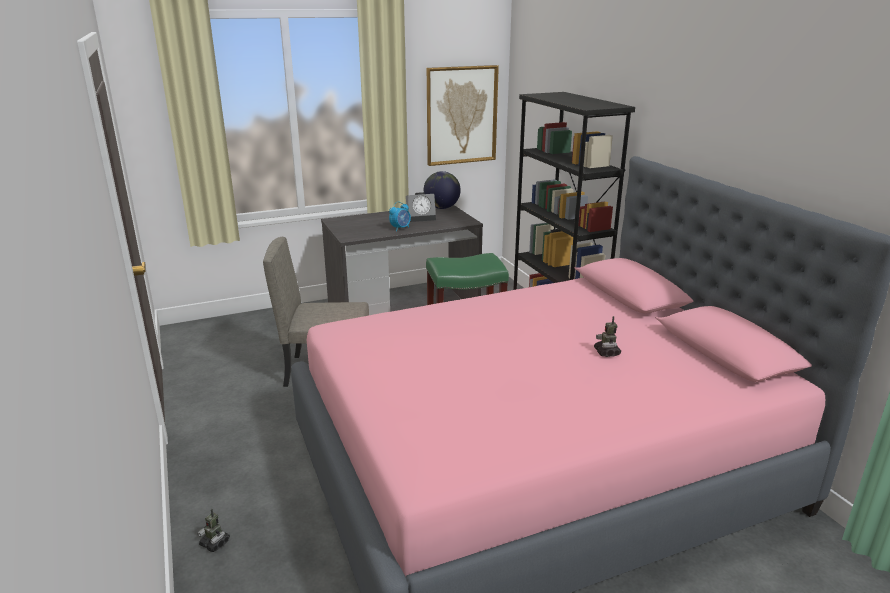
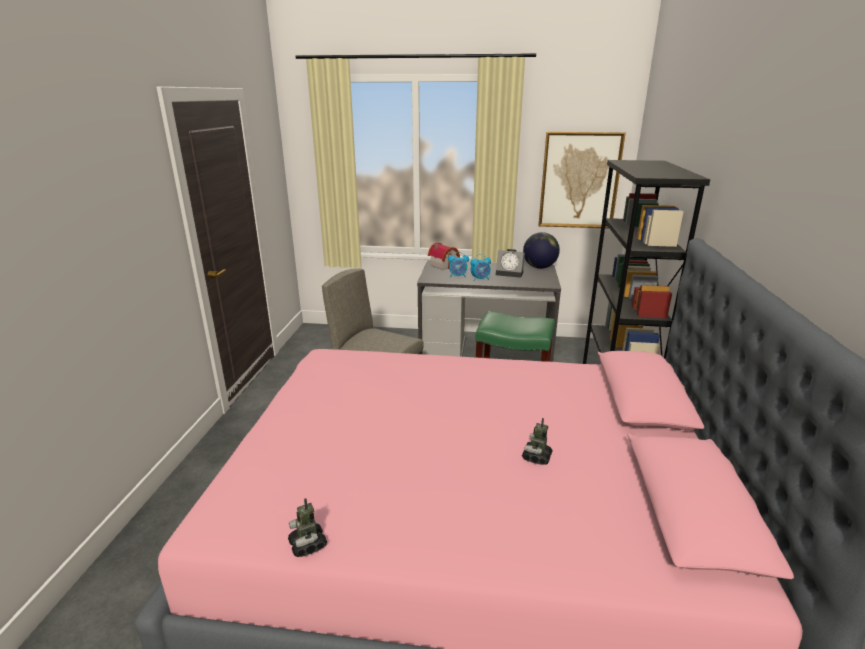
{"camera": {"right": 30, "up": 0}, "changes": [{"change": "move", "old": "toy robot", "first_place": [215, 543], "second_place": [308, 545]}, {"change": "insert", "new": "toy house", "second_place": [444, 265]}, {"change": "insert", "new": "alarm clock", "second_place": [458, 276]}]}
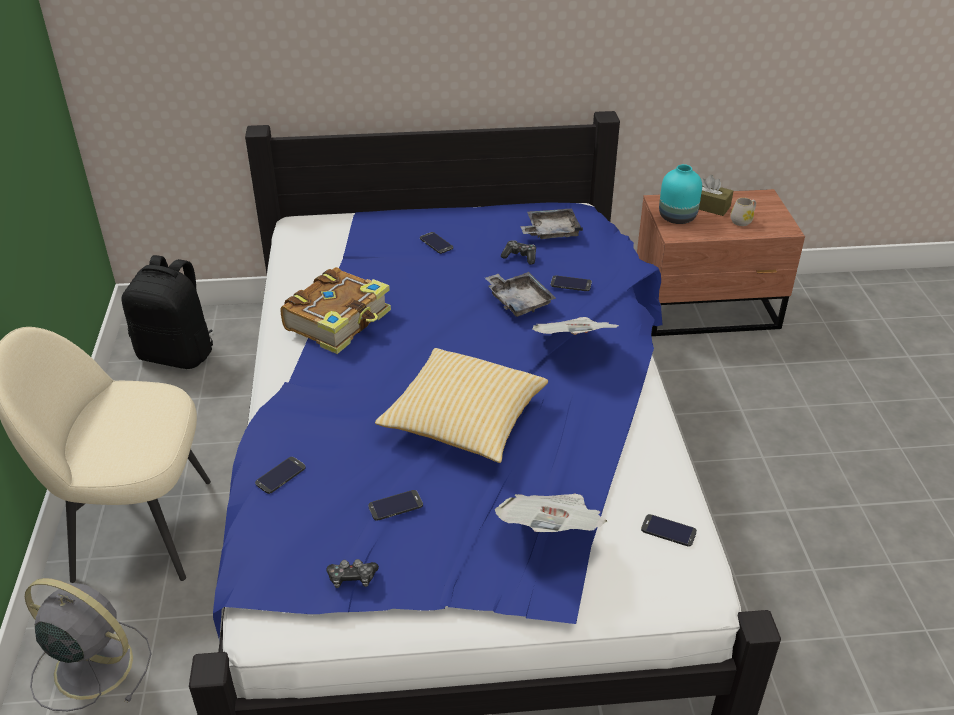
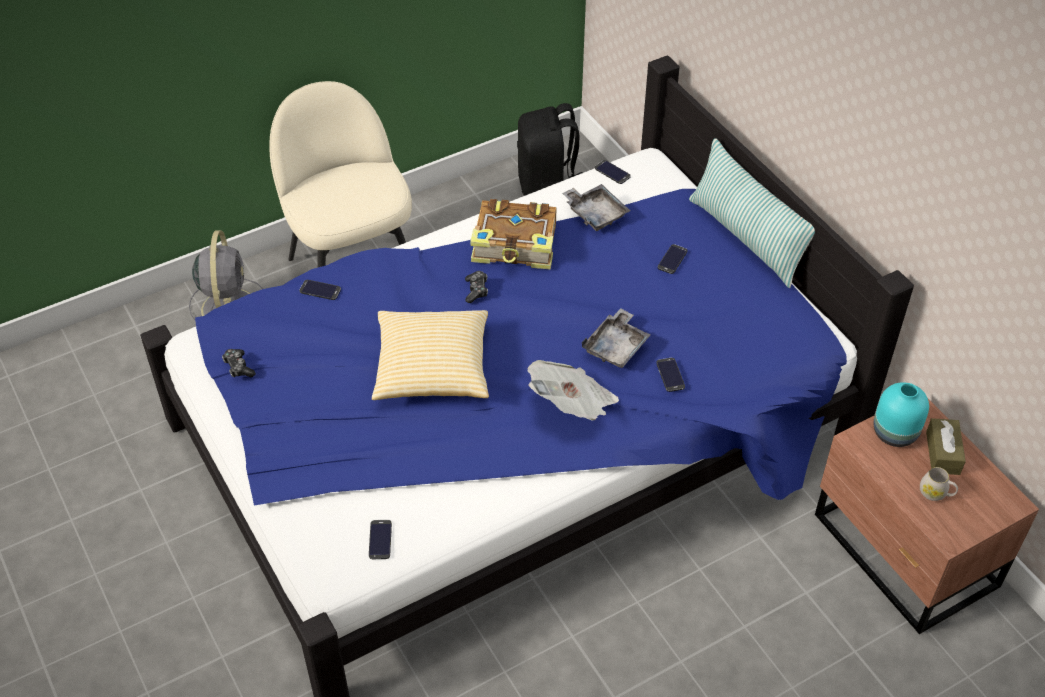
{"camera": {"right": 65, "up": 10}, "changes": [{"change": "move", "old": "phone", "first_place": [395, 505], "second_place": [612, 172]}, {"change": "delete", "old": "newspaper", "first_place": [551, 531]}, {"change": "move", "old": "game controller", "first_place": [520, 257], "second_place": [476, 290]}, {"change": "move", "old": "tray (grey)", "first_place": [551, 232], "second_place": [595, 213]}, {"change": "insert", "new": "pillow", "second_place": [746, 238]}]}
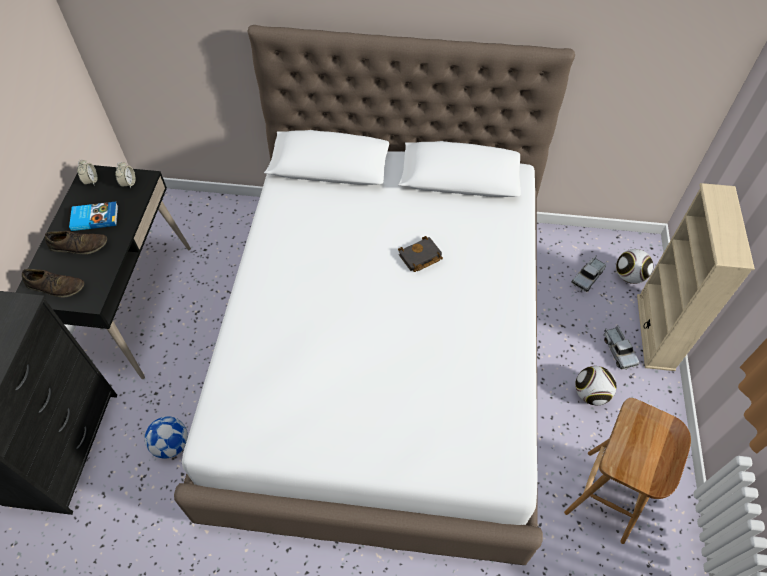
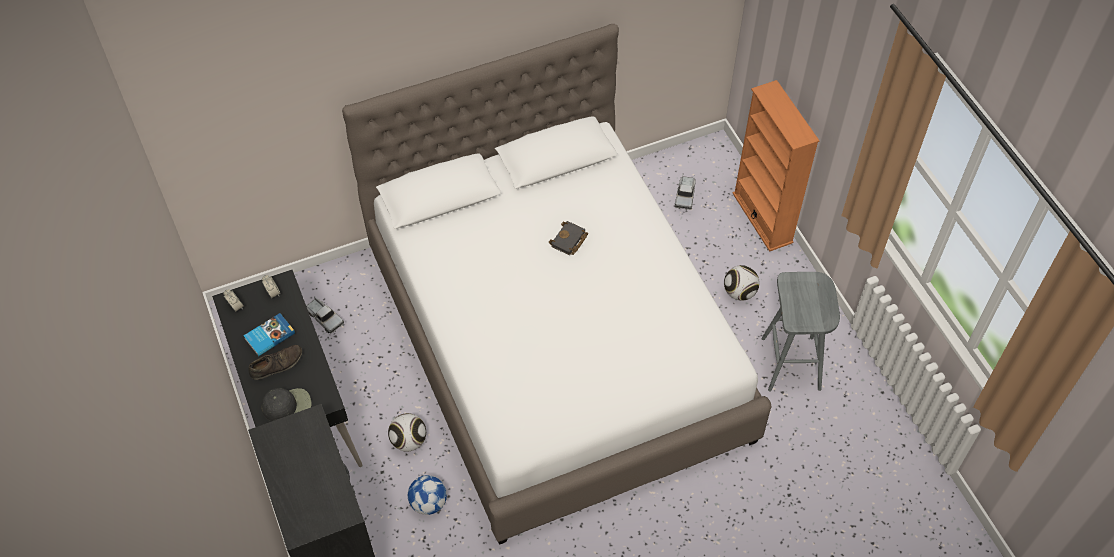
{"camera": {"right": -30, "up": 0}, "changes": [{"change": "replace", "old": "shoe (brown)", "new": "cap (black)", "first_place": [56, 286], "second_place": [287, 405]}, {"change": "recolor", "old": "stool (brown)", "new": "stool (grey)", "first_place": [606, 497], "second_place": [791, 364]}, {"change": "move", "old": "toy truck", "first_place": [618, 350], "second_place": [324, 318]}, {"change": "move", "old": "football", "first_place": [629, 276], "second_place": [409, 440]}, {"change": "recolor", "old": "bookcase (beige)", "new": "bookcase (orange)", "first_place": [655, 332], "second_place": [762, 218]}]}
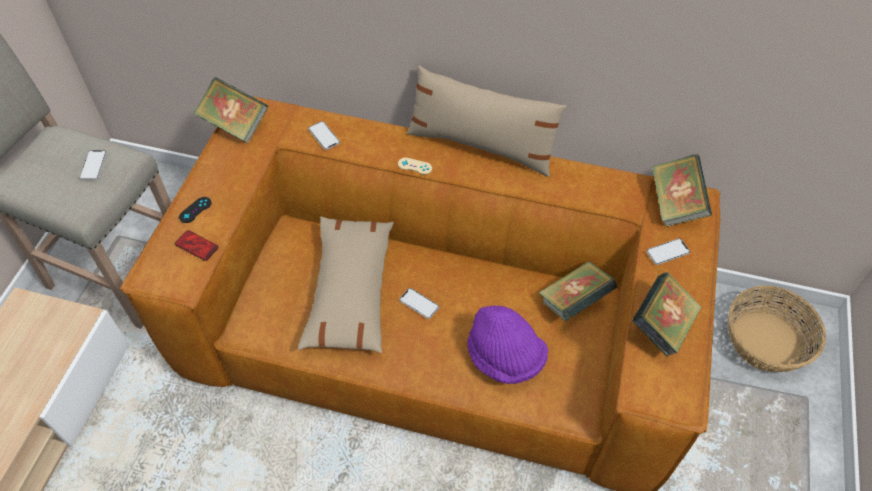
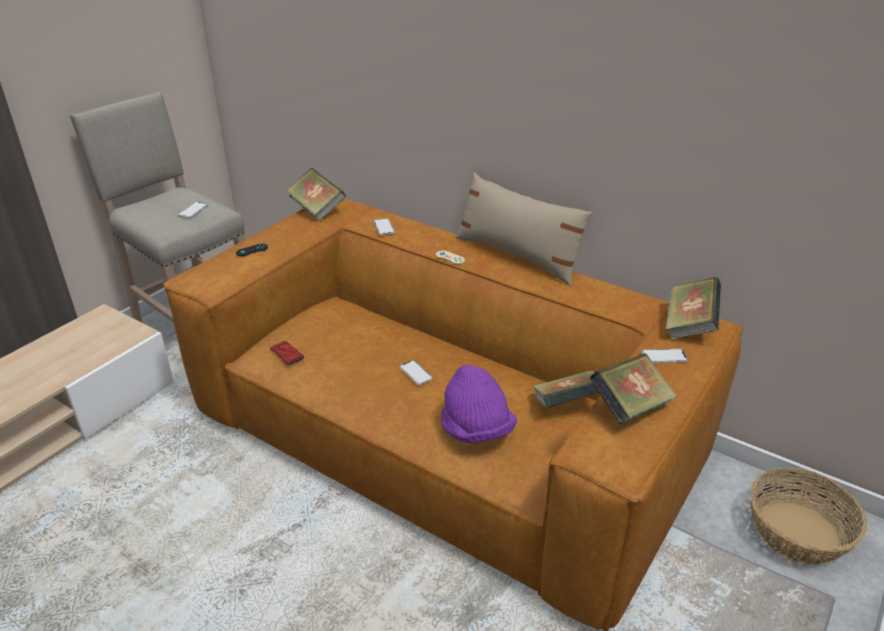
{"camera": {"right": 20, "up": -20}, "changes": [{"change": "move", "old": "phone", "first_place": [197, 246], "second_place": [287, 353]}, {"change": "delete", "old": "pillow (beige)", "first_place": [350, 291]}]}
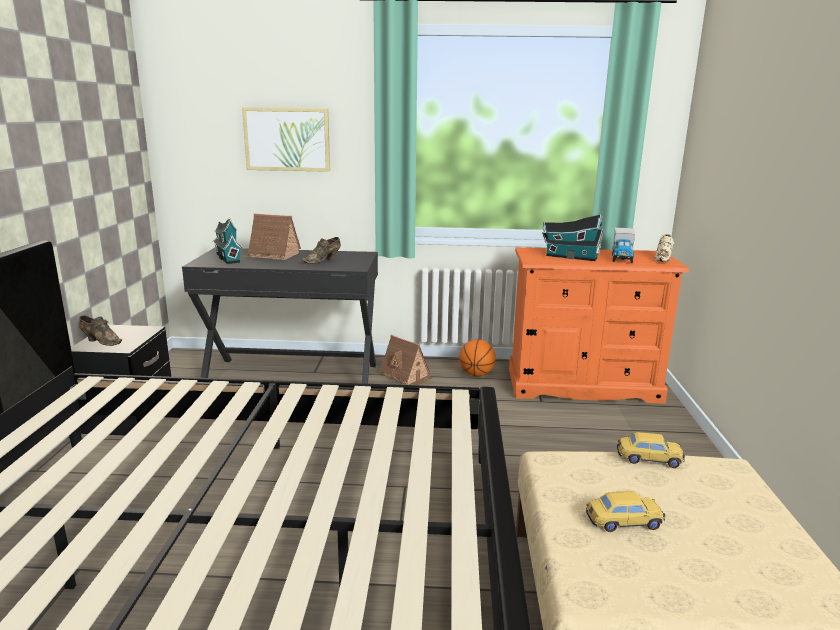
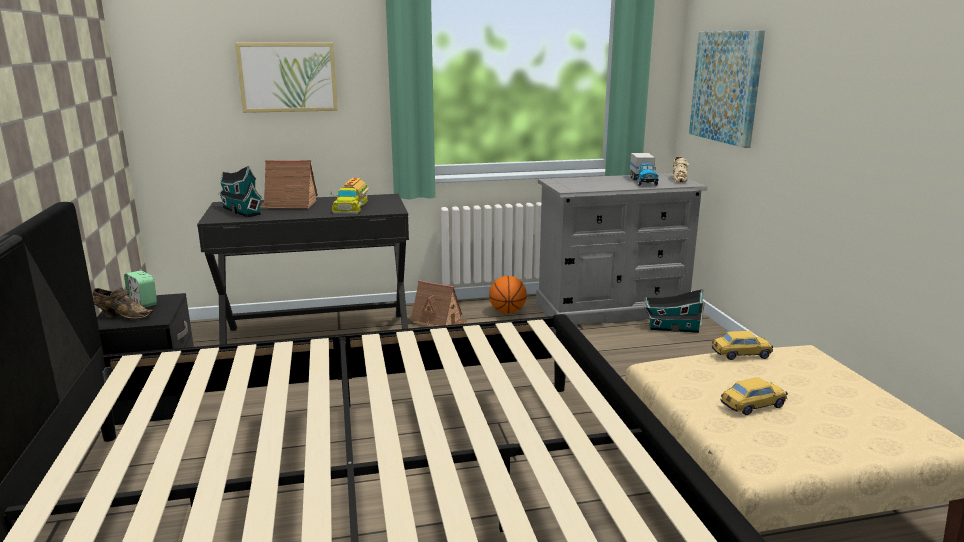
{"camera": {"right": -15, "up": 0}, "changes": [{"change": "replace", "old": "shoe (brown)", "new": "toy truck", "first_place": [323, 261], "second_place": [351, 206]}, {"change": "recolor", "old": "dresser (orange)", "new": "dresser (grey)", "first_place": [583, 385], "second_place": [612, 310]}, {"change": "move", "old": "toy house", "first_place": [569, 257], "second_place": [671, 328]}, {"change": "insert", "new": "alarm clock", "second_place": [143, 304]}, {"change": "insert", "new": "picture", "second_place": [726, 86]}]}
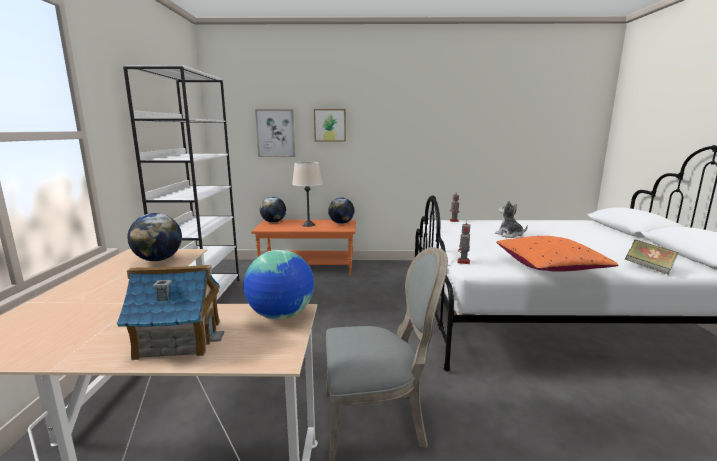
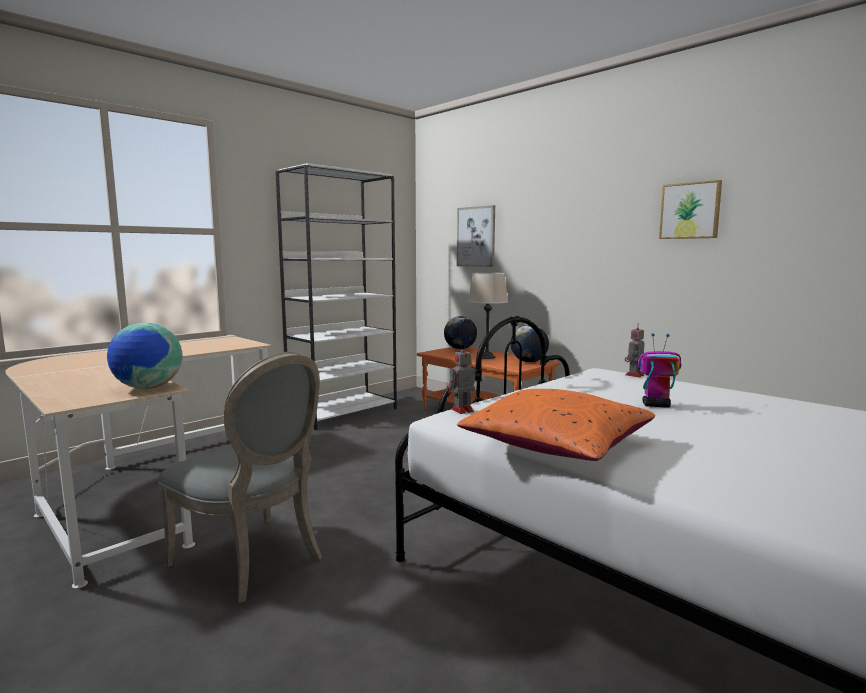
{"camera": {"right": 45, "up": -5}, "changes": [{"change": "delete", "old": "toy house", "first_place": [178, 339]}, {"change": "delete", "old": "globe", "first_place": [158, 260]}, {"change": "move", "old": "picture", "first_place": [330, 125], "second_place": [690, 211]}, {"change": "replace", "old": "plush toy", "new": "toy robot", "first_place": [509, 235], "second_place": [655, 405]}, {"change": "delete", "old": "book", "first_place": [648, 268]}]}
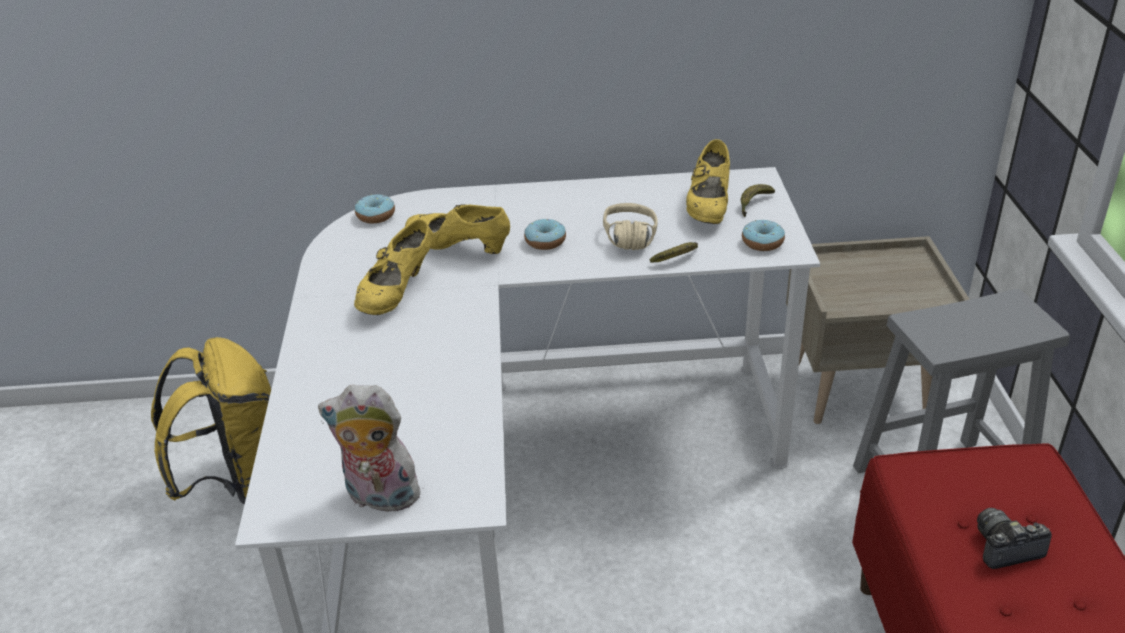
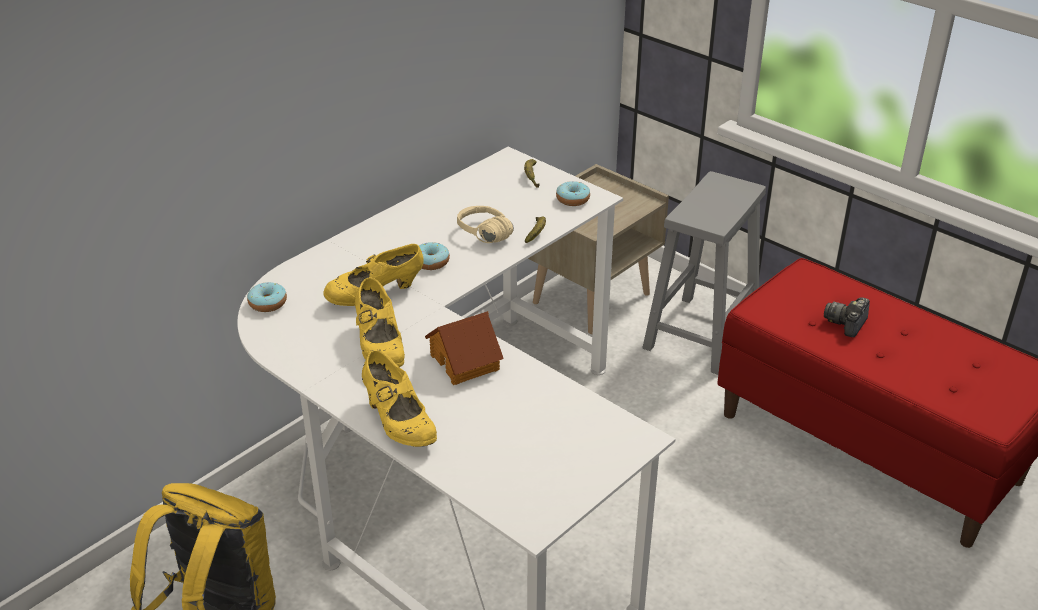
{"camera": {"right": -45, "up": 0}, "changes": [{"change": "delete", "old": "plush toy", "first_place": [379, 498]}, {"change": "move", "old": "shoe (yellow)", "first_place": [708, 208], "second_place": [399, 424]}, {"change": "insert", "new": "toy house", "second_place": [465, 362]}]}
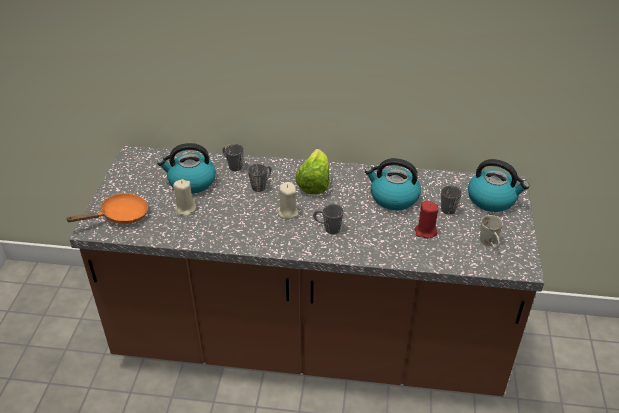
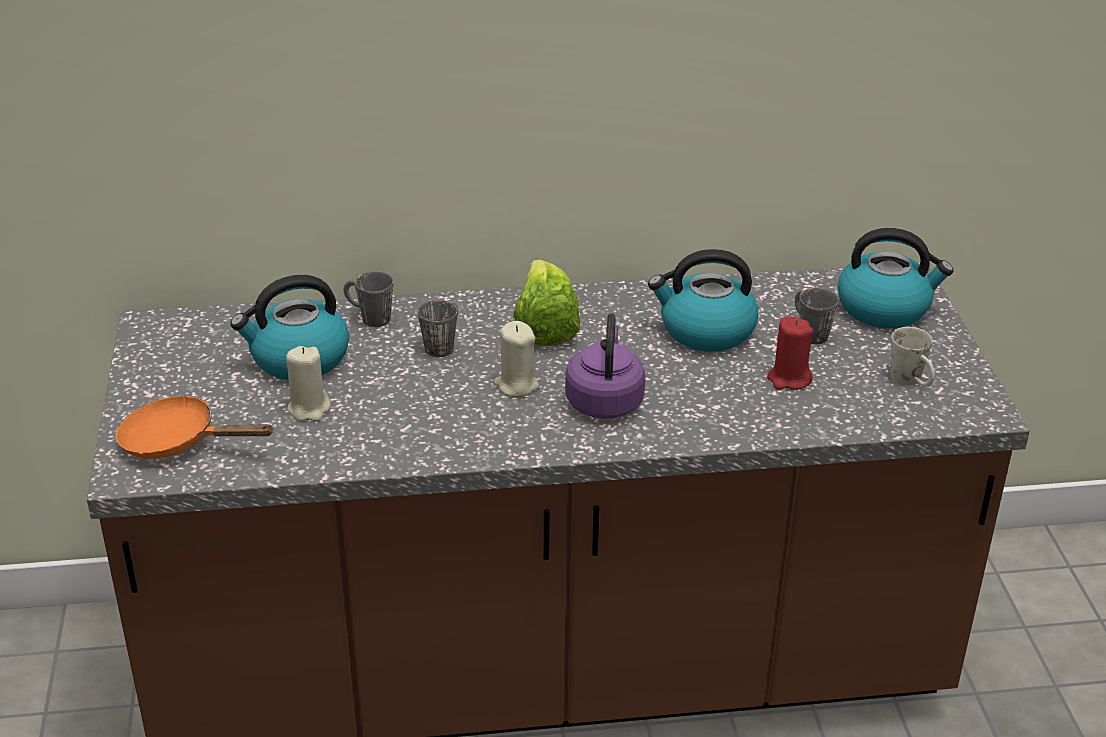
{"camera": {"right": -15, "up": -5}, "changes": [{"change": "rotate", "old": "frying pan (orange)", "first_place": [120, 216], "second_place": [178, 441], "degrees": -120}, {"change": "replace", "old": "mug (grey)", "new": "kettle (purple)", "first_place": [327, 228], "second_place": [604, 400]}]}
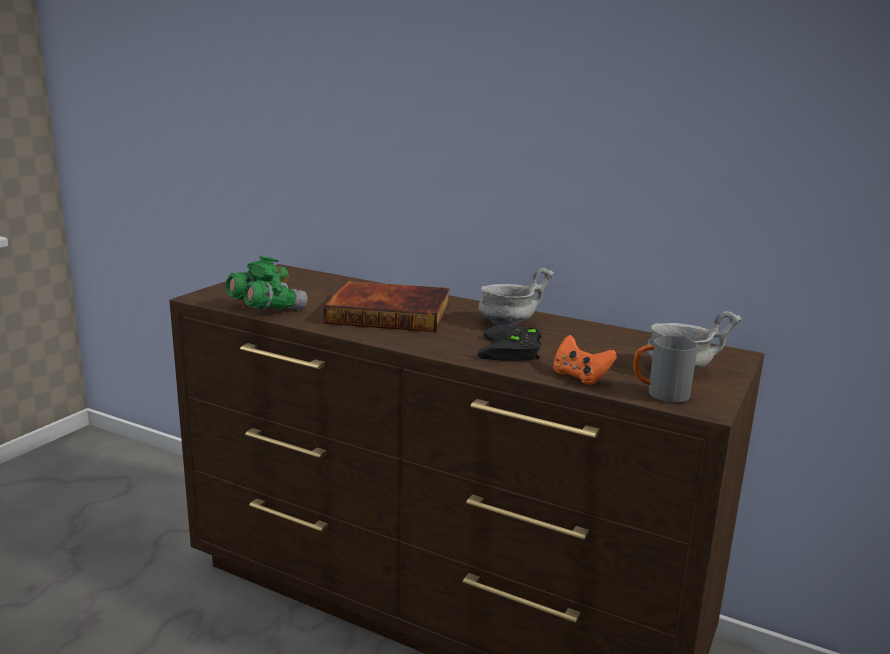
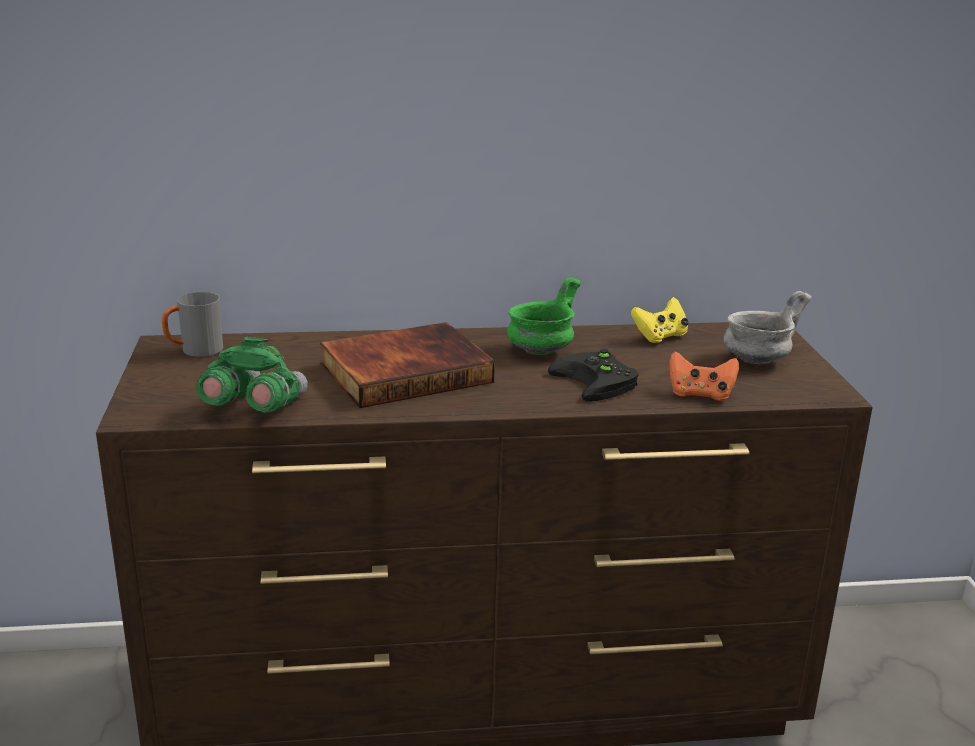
{"camera": {"right": -35, "up": 5}, "changes": [{"change": "recolor", "old": "bowl (grey)", "new": "bowl (green)", "first_place": [507, 323], "second_place": [540, 350]}, {"change": "move", "old": "mug (grey)", "first_place": [660, 394], "second_place": [194, 351]}, {"change": "insert", "new": "game controller (yellow)", "second_place": [660, 337]}]}
